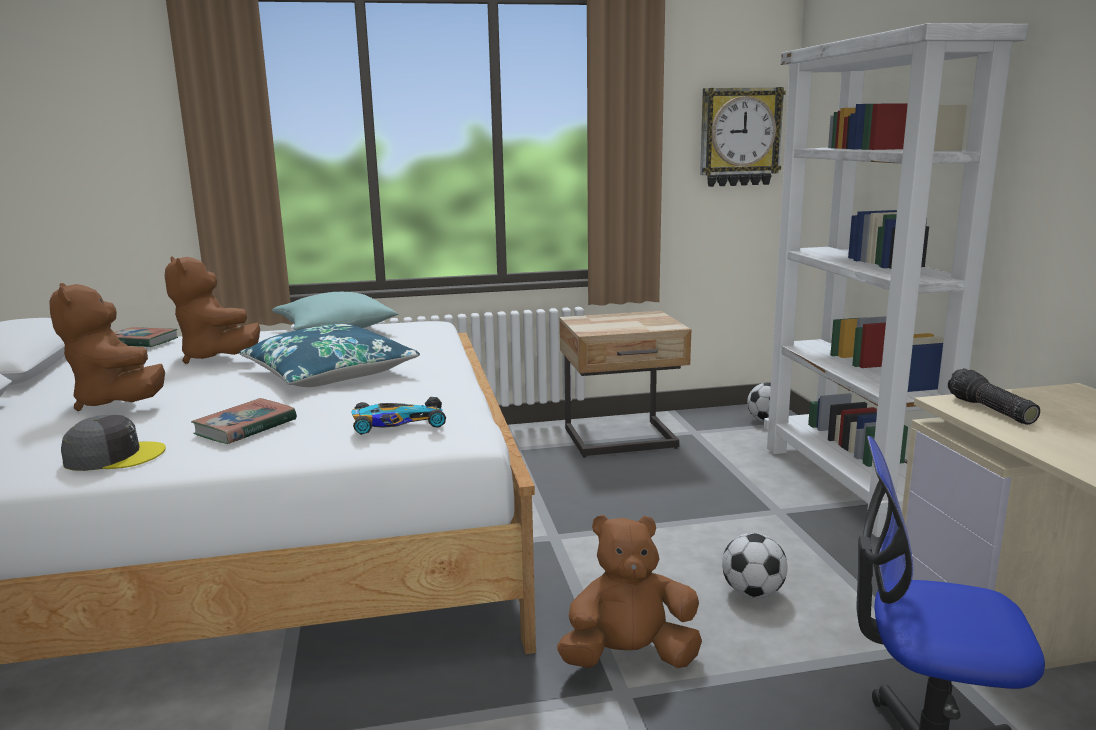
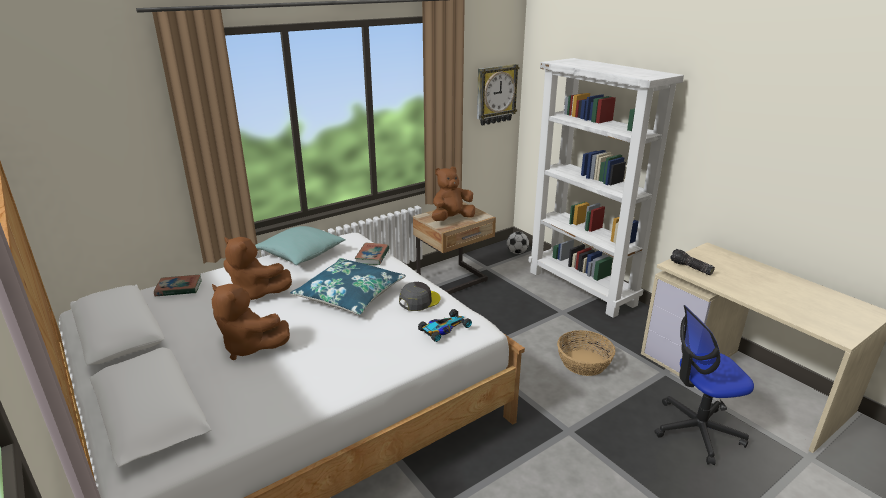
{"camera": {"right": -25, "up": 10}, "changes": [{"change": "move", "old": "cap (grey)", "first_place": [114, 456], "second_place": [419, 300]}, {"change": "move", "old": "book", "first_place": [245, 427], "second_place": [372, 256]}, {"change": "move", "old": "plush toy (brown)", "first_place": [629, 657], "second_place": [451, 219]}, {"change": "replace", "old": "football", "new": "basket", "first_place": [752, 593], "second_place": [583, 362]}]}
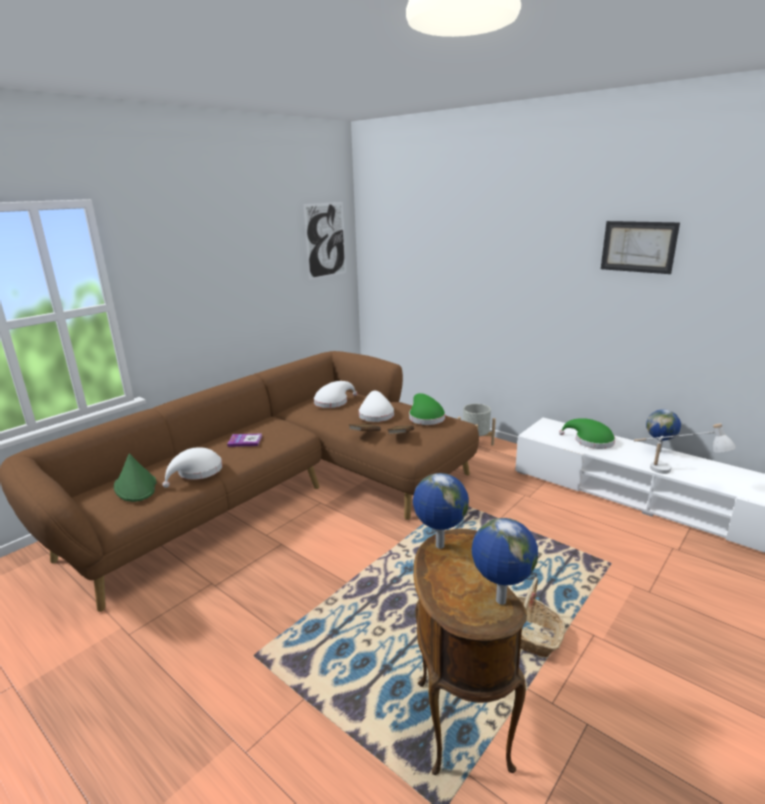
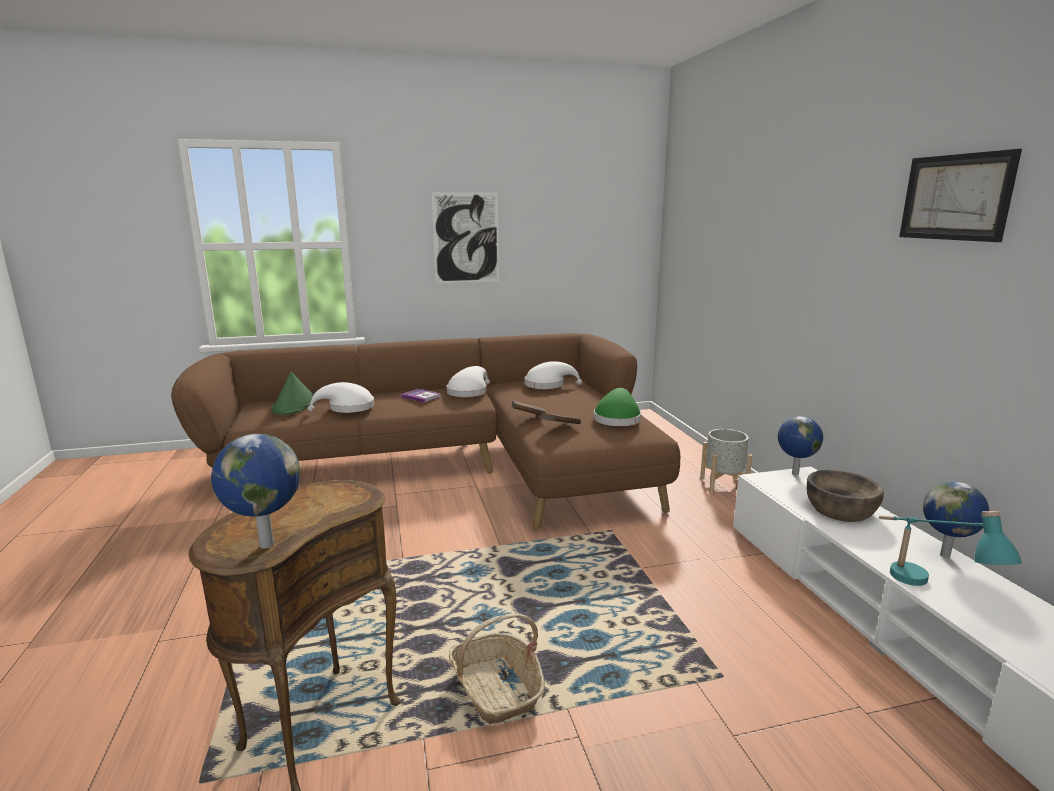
{"camera": {"right": 35, "up": -5}, "changes": [{"change": "move", "old": "picture", "first_place": [325, 240], "second_place": [466, 238]}, {"change": "move", "old": "hat (white)", "first_place": [376, 414], "second_place": [469, 392]}, {"change": "move", "old": "globe", "first_place": [439, 546], "second_place": [794, 474]}, {"change": "replace", "old": "hat (green)", "new": "bowl (brown)", "first_place": [590, 441], "second_place": [840, 510]}, {"change": "recolor", "old": "table lamp (white)", "new": "table lamp (turquoise)", "first_place": [675, 474], "second_place": [926, 591]}]}
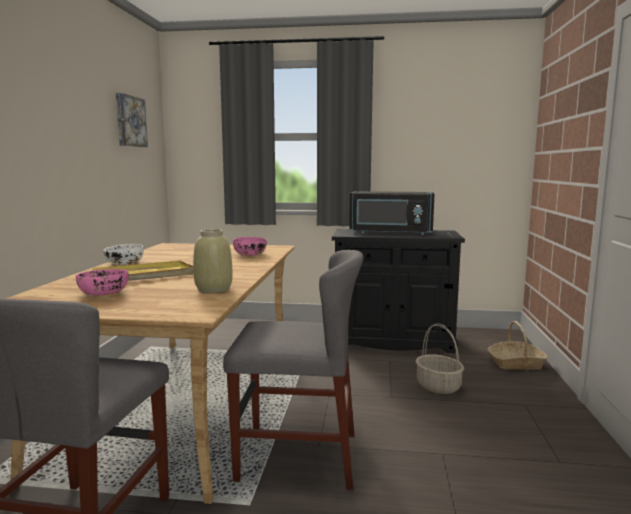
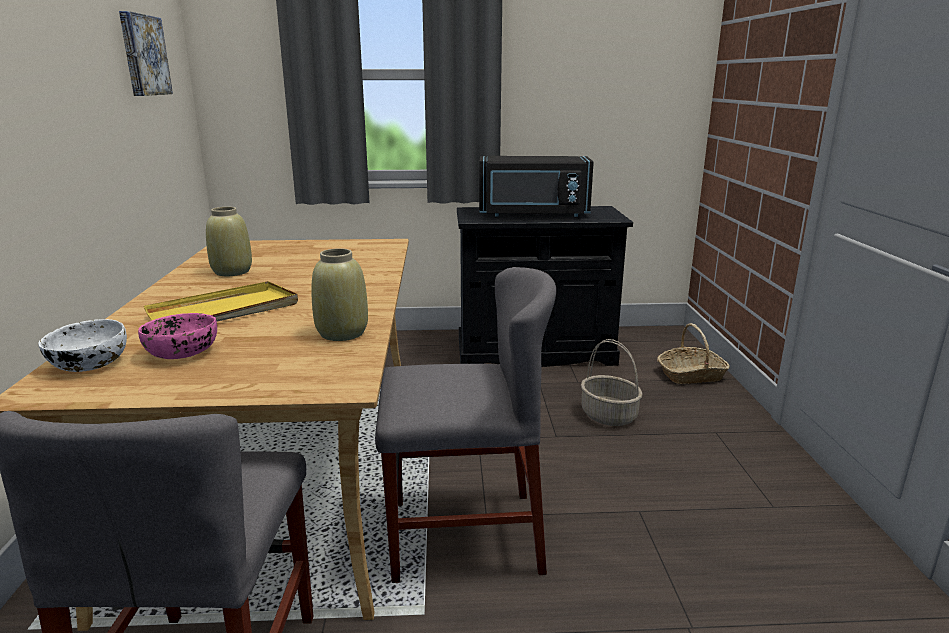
{"camera": {"right": -10, "up": 10}, "changes": [{"change": "move", "old": "bowl (white)", "first_place": [124, 263], "second_place": [88, 364]}, {"change": "delete", "old": "bowl (pink)", "first_place": [250, 254]}, {"change": "insert", "new": "vase (beige)", "second_place": [231, 272]}]}
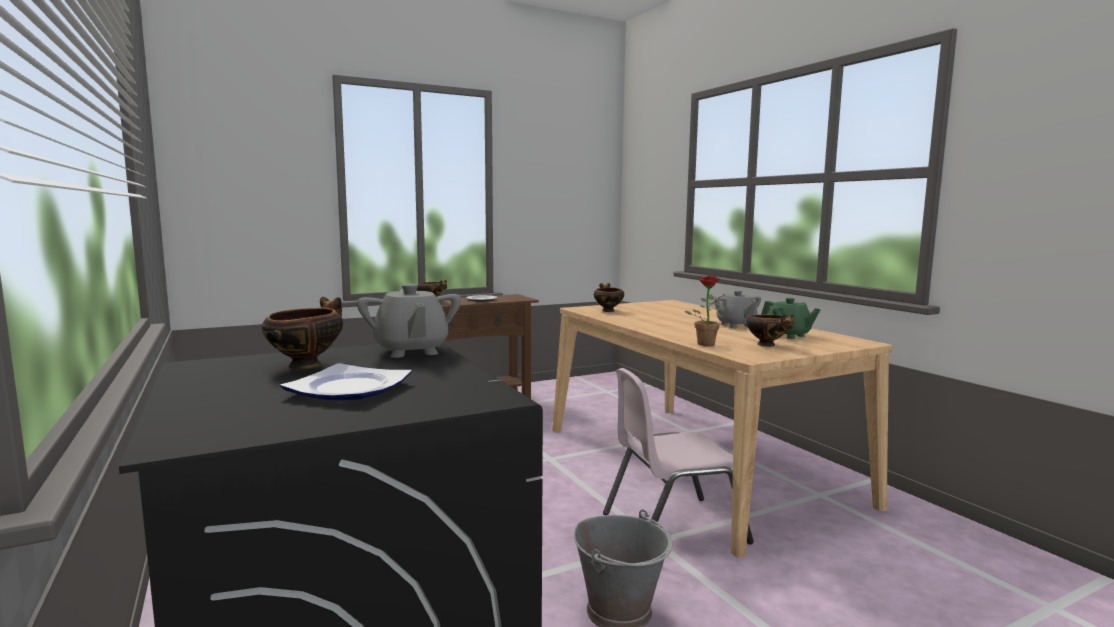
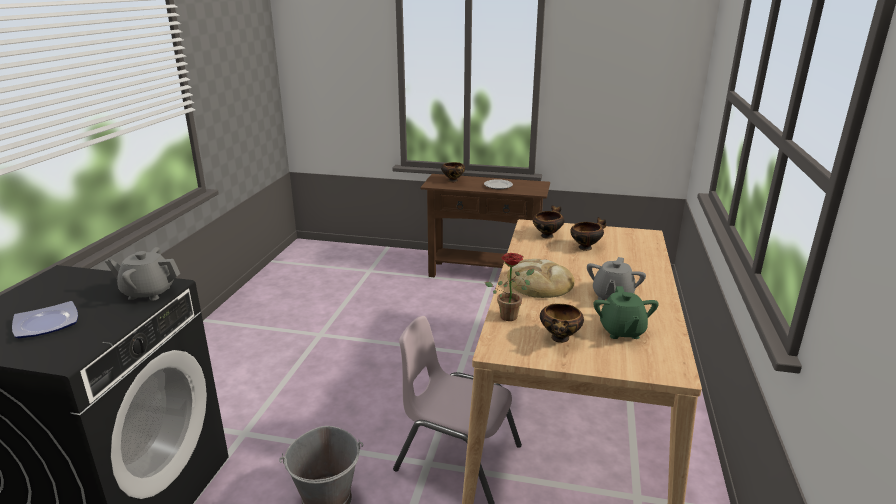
{"camera": {"right": 40, "up": 15}, "changes": [{"change": "move", "old": "bowl", "first_place": [307, 365], "second_place": [586, 247]}, {"change": "rotate", "old": "teapot (grey)", "first_place": [411, 351], "second_place": [148, 292], "degrees": 75}, {"change": "insert", "new": "bread", "second_place": [539, 283]}]}
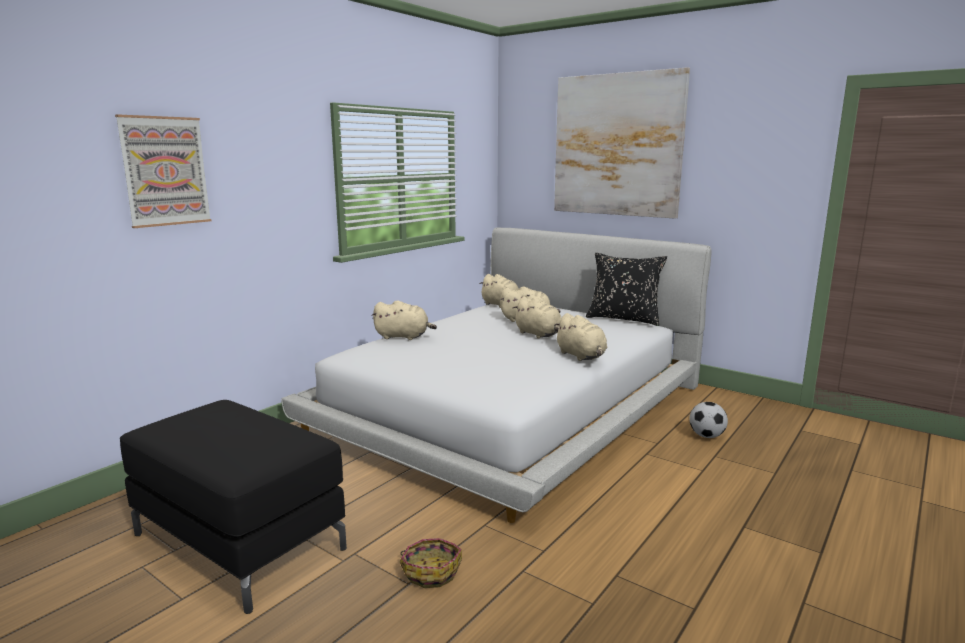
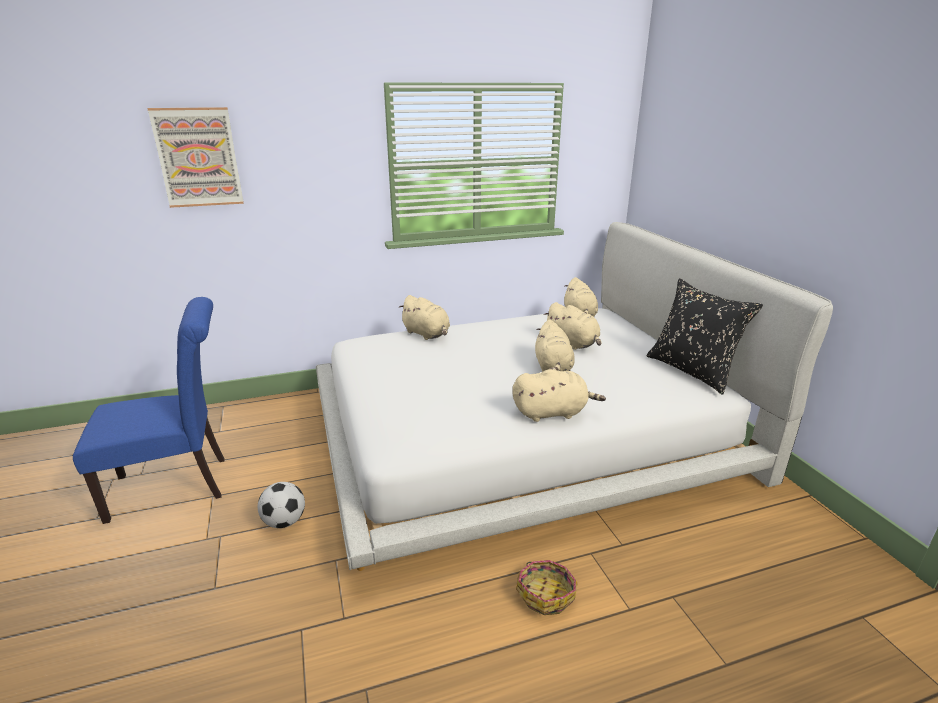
{"camera": {"right": 35, "up": 10}, "changes": [{"change": "replace", "old": "ottoman (black)", "new": "chair (blue)", "first_place": [241, 541], "second_place": [178, 486]}, {"change": "move", "old": "basket", "first_place": [431, 571], "second_place": [545, 594]}, {"change": "delete", "old": "picture", "first_place": [617, 145]}, {"change": "rotate", "old": "plush toy (beige)", "first_place": [581, 356], "second_place": [552, 412], "degrees": -105}, {"change": "move", "old": "football", "first_place": [706, 436], "second_place": [284, 522]}]}
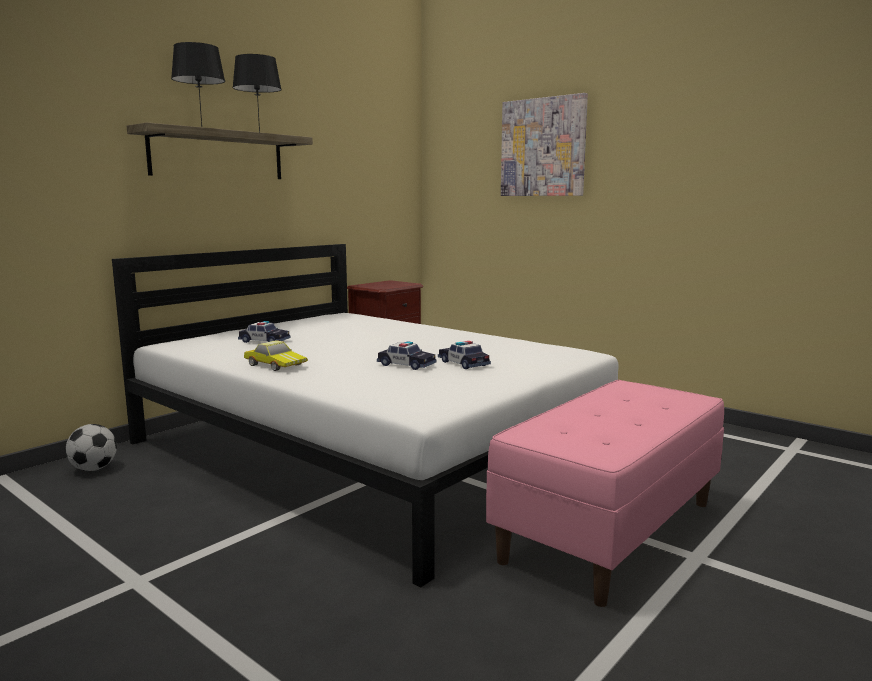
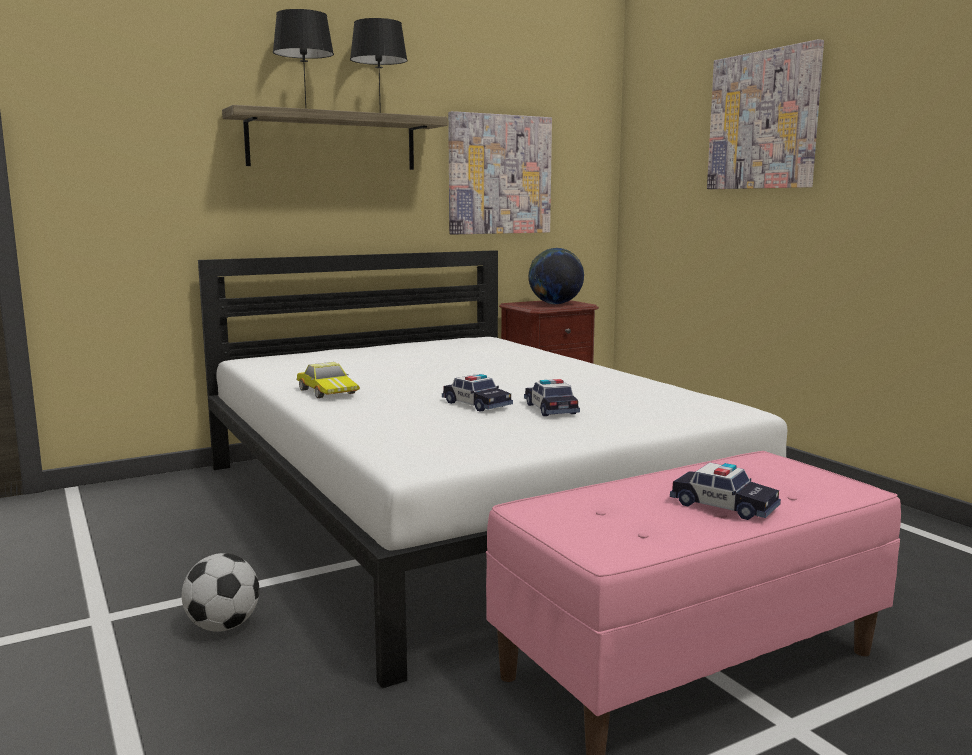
{"camera": {"right": 20, "up": 0}, "changes": [{"change": "move", "old": "football", "first_place": [93, 469], "second_place": [222, 626]}, {"change": "move", "old": "toy car", "first_place": [264, 341], "second_place": [724, 506]}, {"change": "insert", "new": "picture", "second_place": [499, 175]}, {"change": "insert", "new": "globe", "second_place": [555, 304]}]}
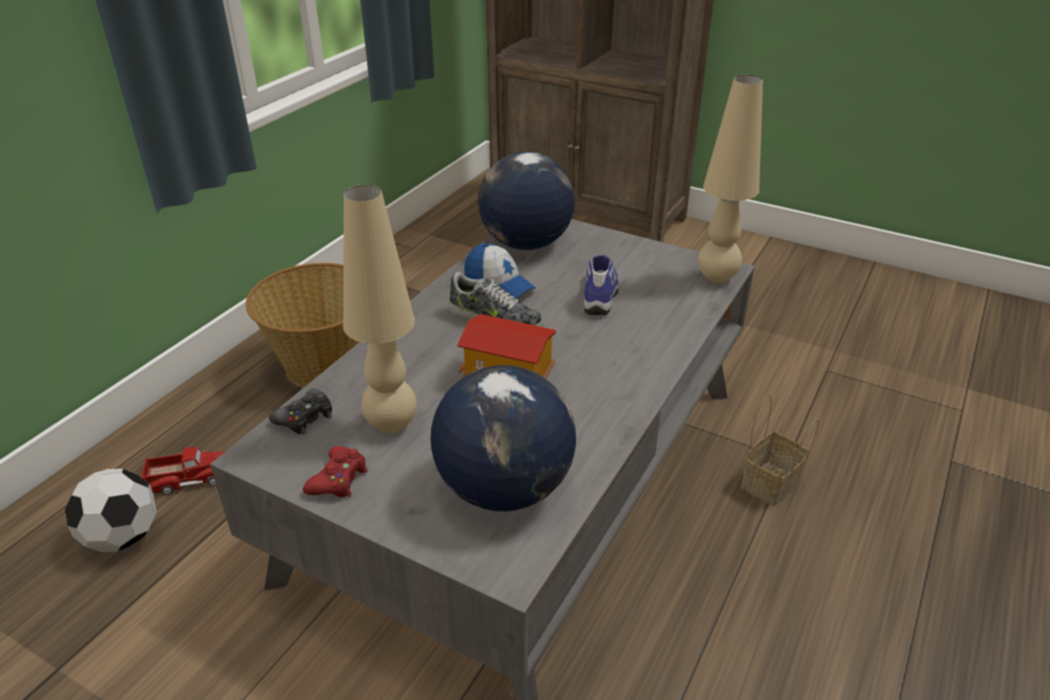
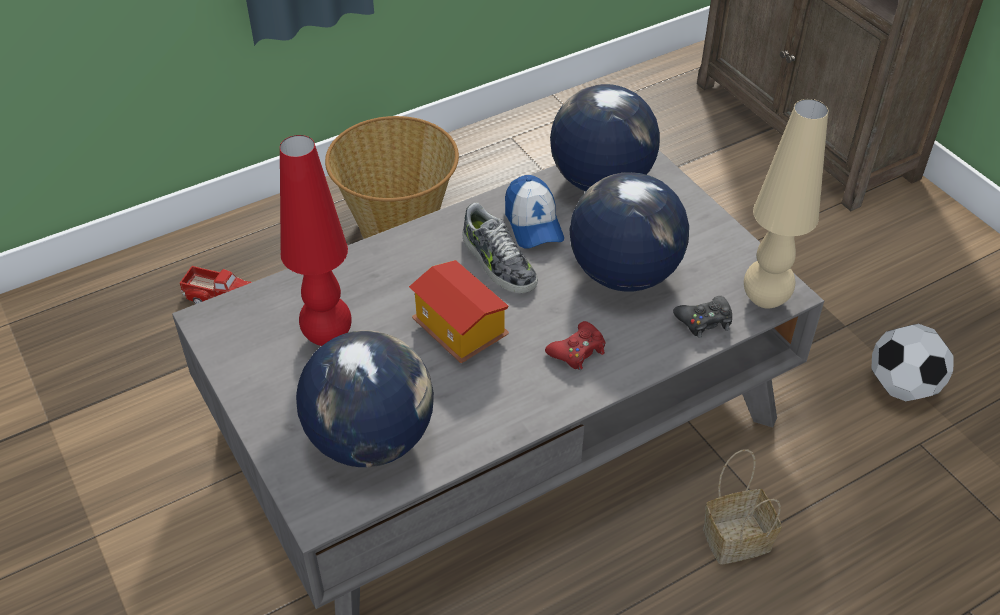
{"camera": {"right": 30, "up": 10}, "changes": [{"change": "move", "old": "football", "first_place": [123, 537], "second_place": [902, 386]}, {"change": "move", "old": "game controller (black)", "first_place": [305, 418], "second_place": [704, 321]}, {"change": "move", "old": "game controller (red)", "first_place": [338, 479], "second_place": [577, 351]}, {"change": "recolor", "old": "table lamp (beige)", "new": "table lamp (red)", "first_place": [391, 424], "second_place": [328, 337]}, {"change": "replace", "old": "shoe", "new": "globe", "first_place": [601, 295], "second_place": [623, 274]}]}
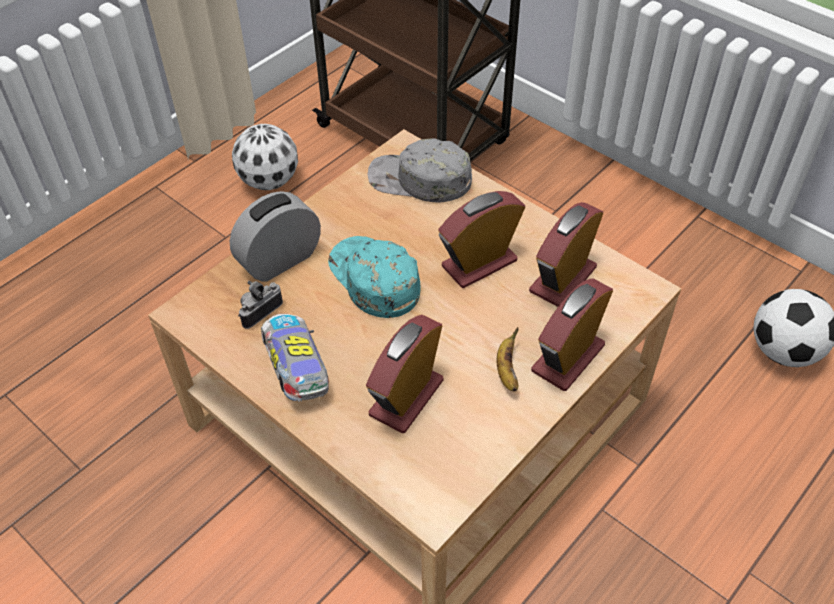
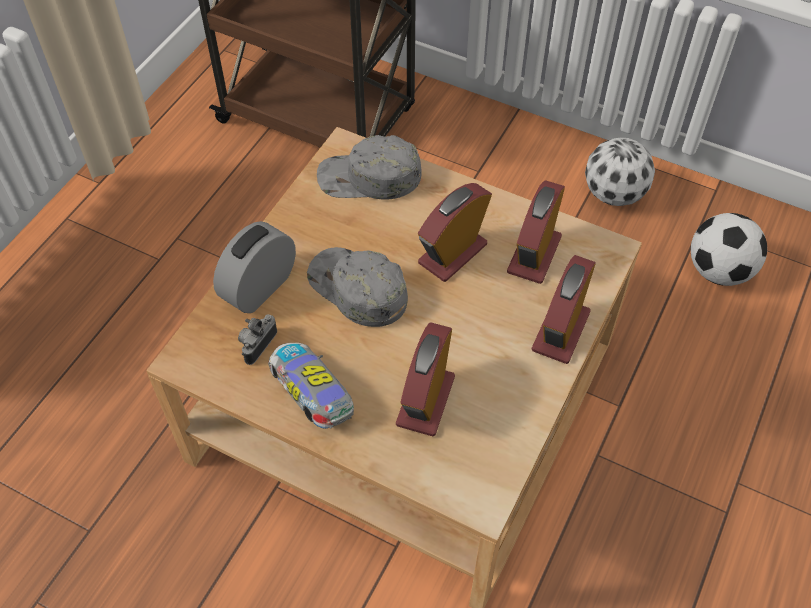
{"camera": {"right": -15, "up": 5}, "changes": [{"change": "move", "old": "football", "first_place": [268, 182], "second_place": [613, 195]}, {"change": "recolor", "old": "cap (turquoise)", "new": "cap (grey)", "first_place": [373, 279], "second_place": [357, 289]}, {"change": "delete", "old": "banana", "first_place": [507, 370]}]}
